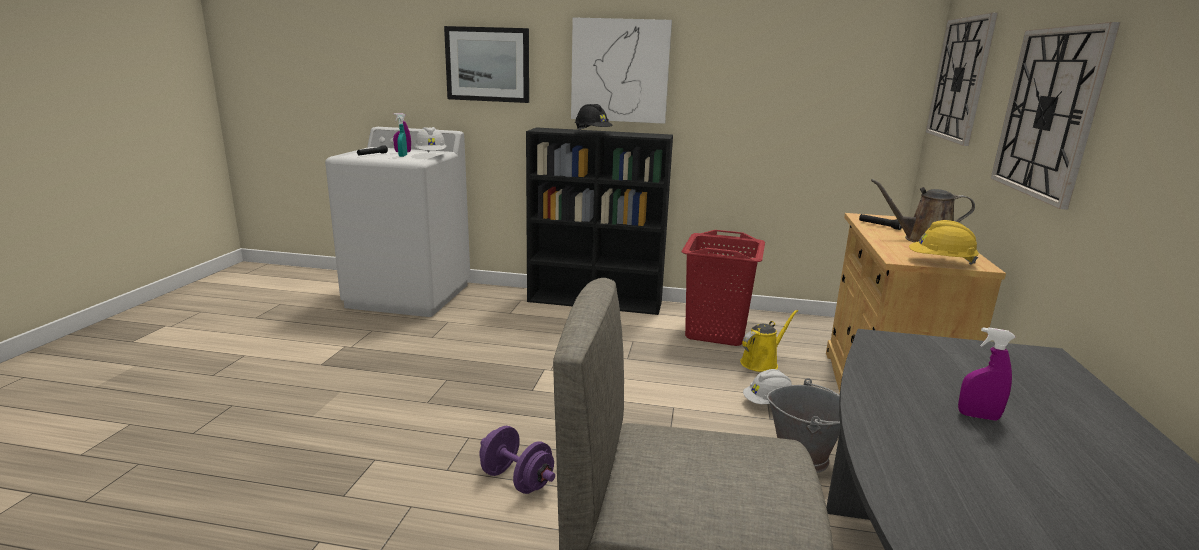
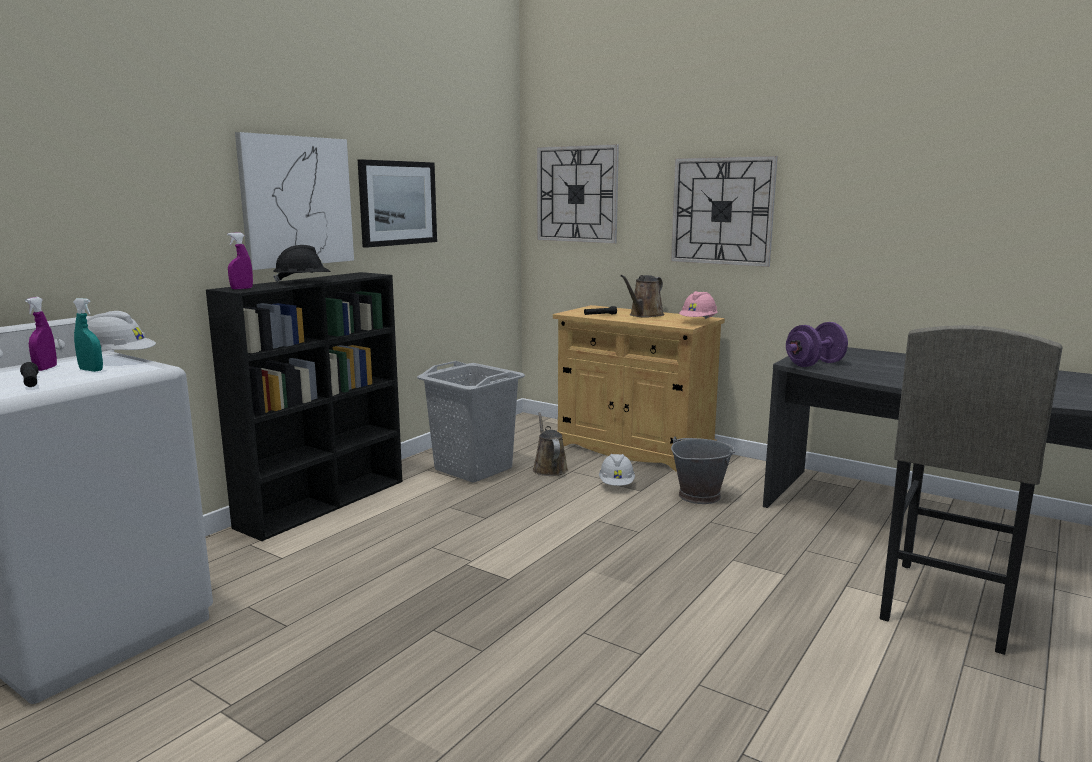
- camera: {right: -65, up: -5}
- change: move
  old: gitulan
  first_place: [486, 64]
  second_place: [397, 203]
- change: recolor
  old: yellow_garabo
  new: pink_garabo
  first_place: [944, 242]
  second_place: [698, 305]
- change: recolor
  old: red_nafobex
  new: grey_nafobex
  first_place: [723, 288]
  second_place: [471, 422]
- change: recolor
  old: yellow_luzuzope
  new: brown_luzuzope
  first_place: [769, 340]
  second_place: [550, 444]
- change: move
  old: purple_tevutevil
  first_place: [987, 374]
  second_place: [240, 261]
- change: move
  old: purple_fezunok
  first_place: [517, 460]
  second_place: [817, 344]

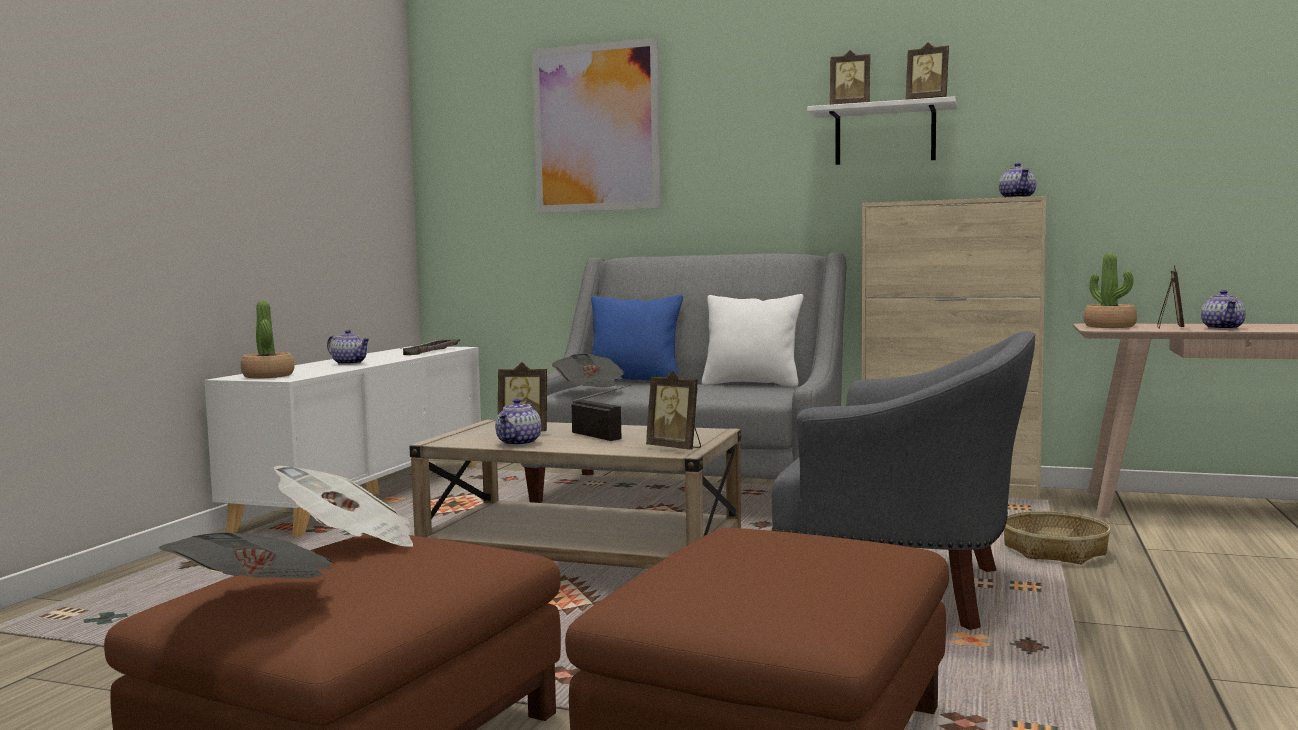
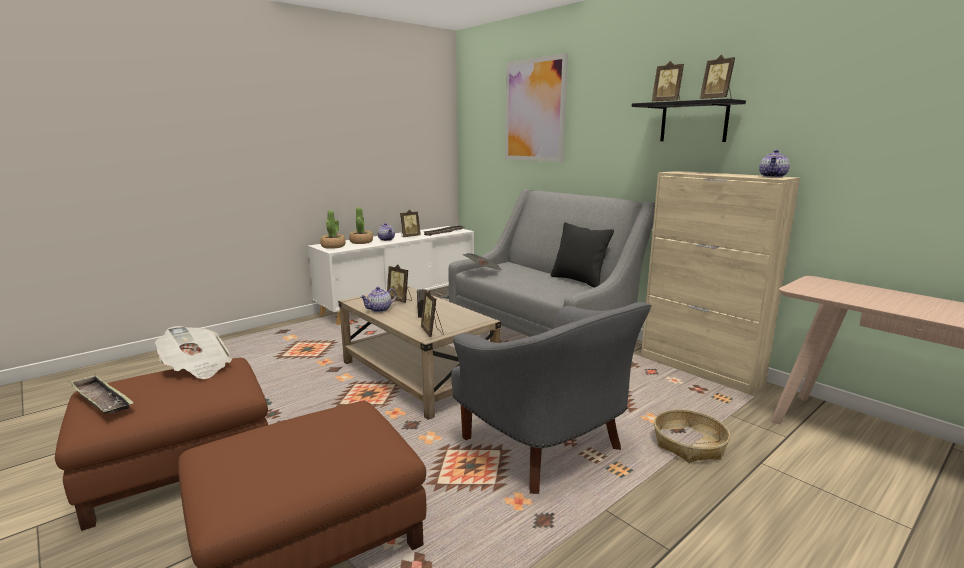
- camera: {right: 30, up: 10}
- change: recolor
  old: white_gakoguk
  new: black_gakoguk
  first_place: [882, 130]
  second_place: [689, 120]
- change: move
  old: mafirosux
  first_place: [1110, 290]
  second_place: [361, 225]
- change: move
  old: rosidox
  first_place: [1171, 297]
  second_place: [410, 223]
- change: delete
  old: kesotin
  first_place: [1223, 310]
- change: recolor
  old: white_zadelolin
  new: black_zadelolin
  first_place: [753, 340]
  second_place: [582, 255]
- change: delete
  old: blue_zadelolin
  first_place: [637, 337]
- change: replace
  old: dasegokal
  new: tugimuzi
  first_place: [246, 555]
  second_place: [101, 394]

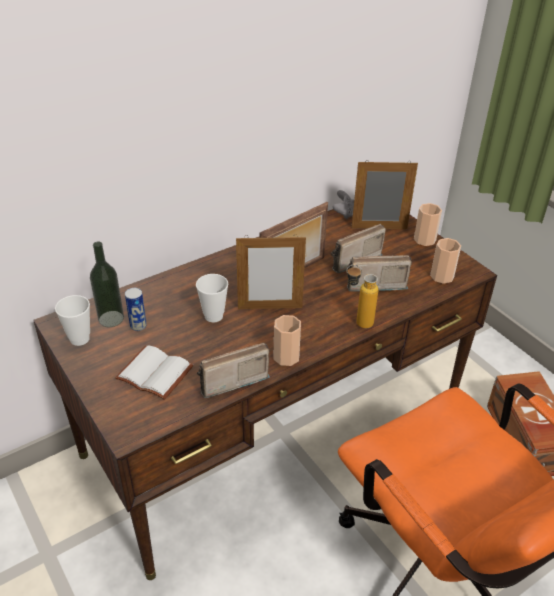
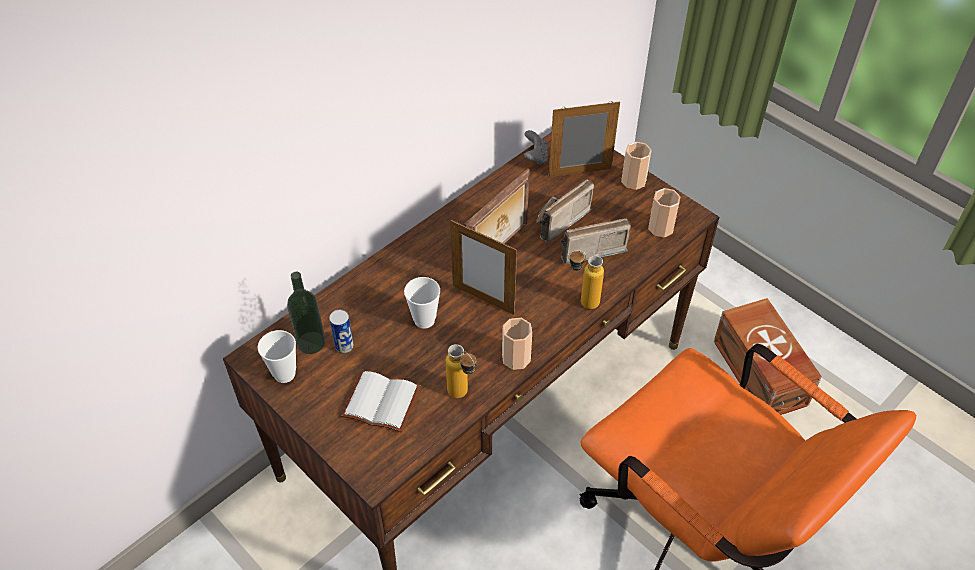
- camera: {right: -10, up: 10}
- change: rotate
  old: rosidox
  first_place: [271, 271]
  second_place: [483, 267]
  degrees: 45
- change: replace
  old: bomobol
  new: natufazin
  first_place: [233, 370]
  second_place: [461, 371]

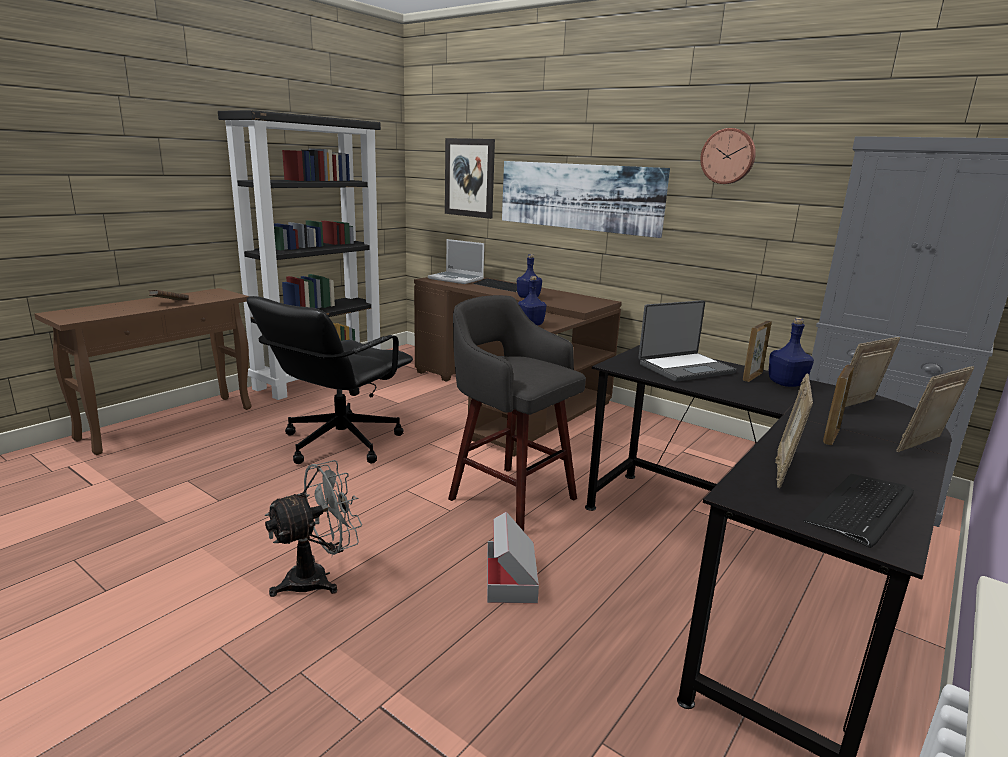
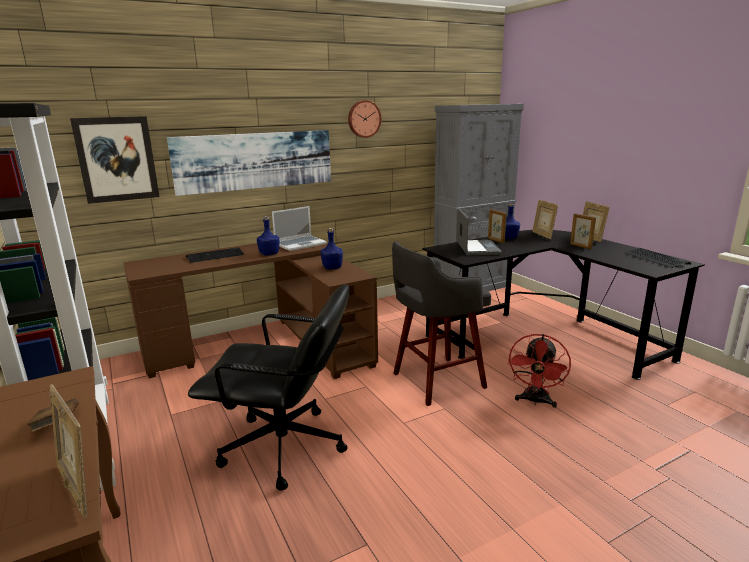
- camera: {right: -65, up: 0}
- change: move
  old: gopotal
  first_place: [456, 261]
  second_place: [299, 228]
- change: rotate
  old: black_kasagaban
  first_place: [330, 380]
  second_place: [268, 387]
  degrees: -45
- change: move
  old: rosidox
  first_place: [794, 430]
  second_place: [68, 451]
- change: delete
  old: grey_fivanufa
  first_place: [313, 528]
- change: replace
  old: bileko
  new: red_fivanufa
  first_place: [513, 557]
  second_place: [539, 371]

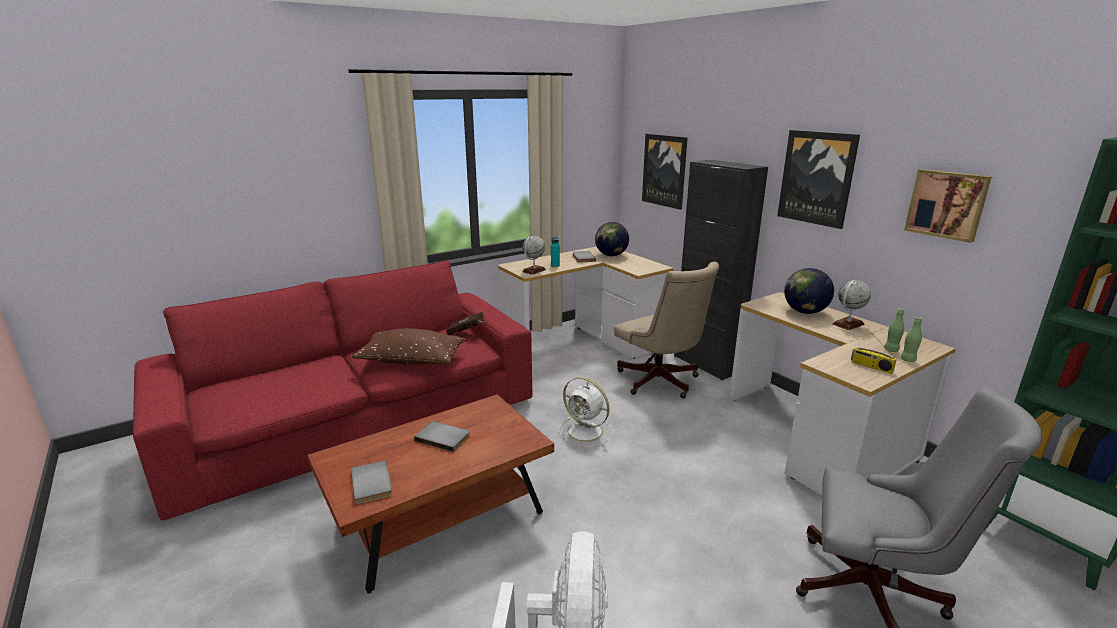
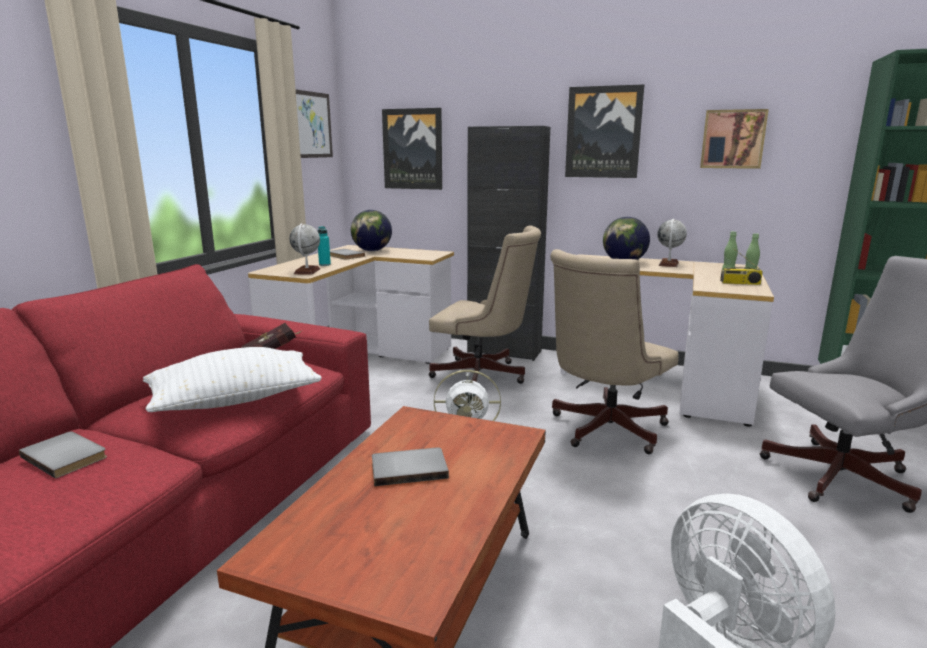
- camera: {right: -35, up: -5}
- change: recolor
  old: brown_zadelolin
  new: white_zadelolin
  first_place: [408, 346]
  second_place: [232, 379]
- change: move
  old: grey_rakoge
  first_place: [372, 482]
  second_place: [63, 455]
- change: insert
  new: gitulan
  second_place: [314, 123]
- change: insert
  new: beige_kasagaban
  second_place: [614, 351]

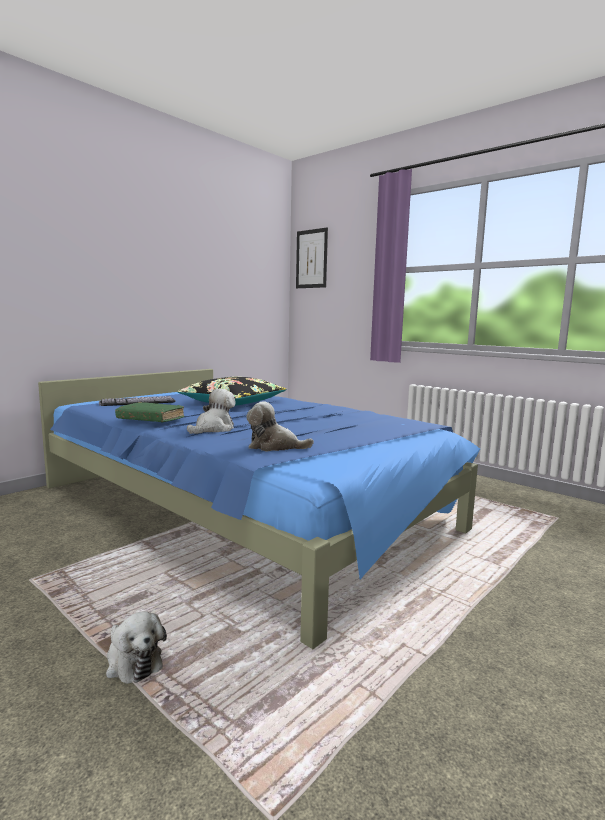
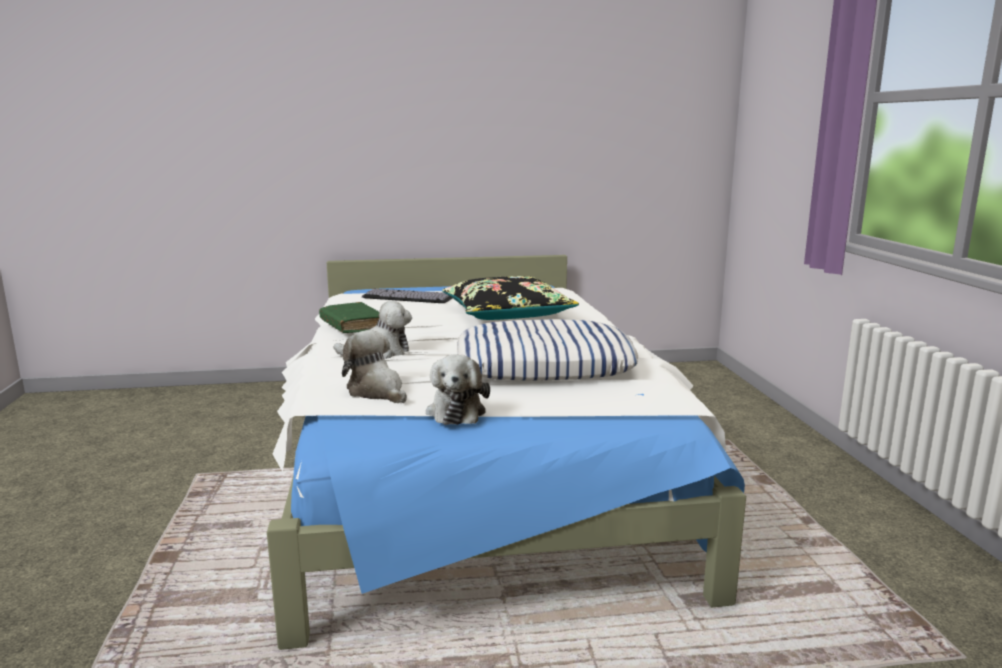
- camera: {right: 40, up: 5}
- change: delete
  old: gitulan
  first_place: [312, 257]
- change: recolor
  old: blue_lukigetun
  new: white_lukigetun
  first_place: [259, 509]
  second_place: [506, 452]
- change: move
  old: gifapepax
  first_place: [136, 647]
  second_place: [458, 390]
- change: insert
  new: zadelolin
  second_place: [547, 350]

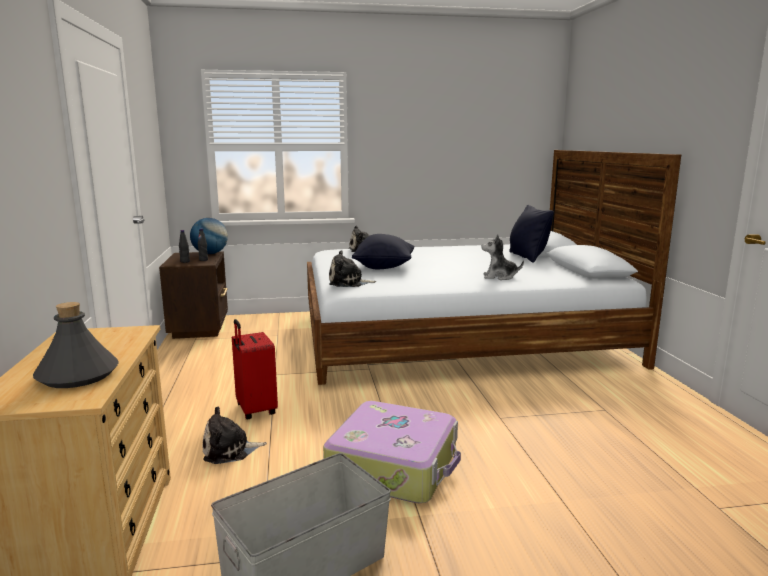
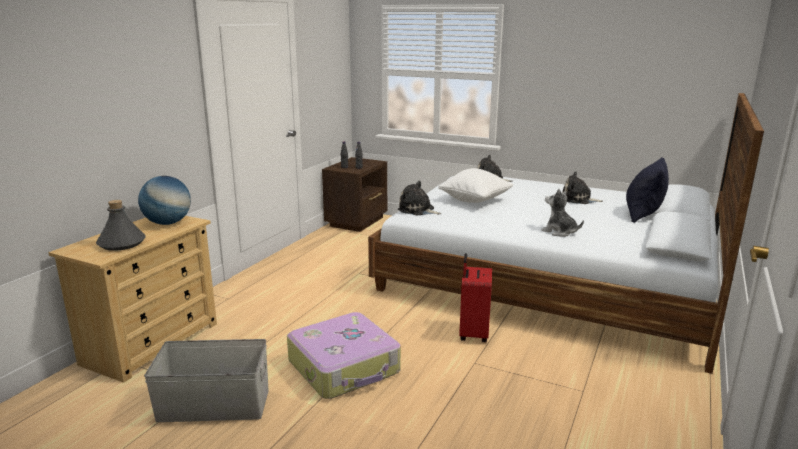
- camera: {right: 35, up: 5}
- change: move
  old: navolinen
  first_place: [209, 236]
  second_place: [164, 200]
- change: recolor
  old: black_zadelolin
  new: white_zadelolin
  first_place: [383, 251]
  second_place: [475, 185]
- change: move
  old: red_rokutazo
  first_place: [255, 369]
  second_place: [475, 297]
- change: move
  old: gifapepax
  first_place: [235, 435]
  second_place: [582, 188]

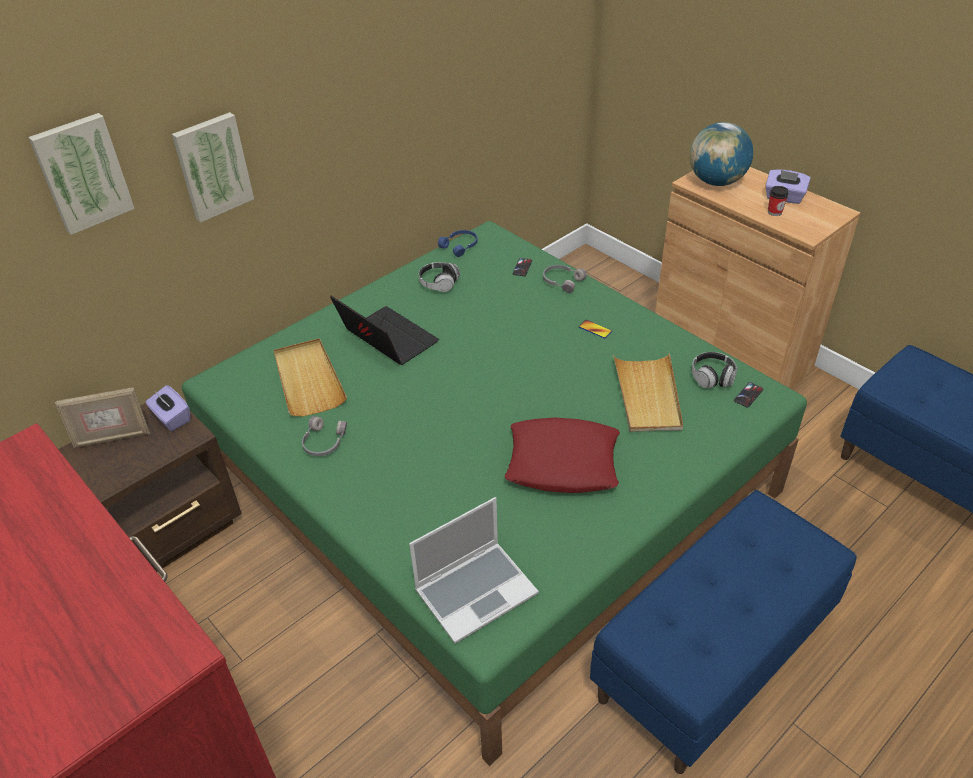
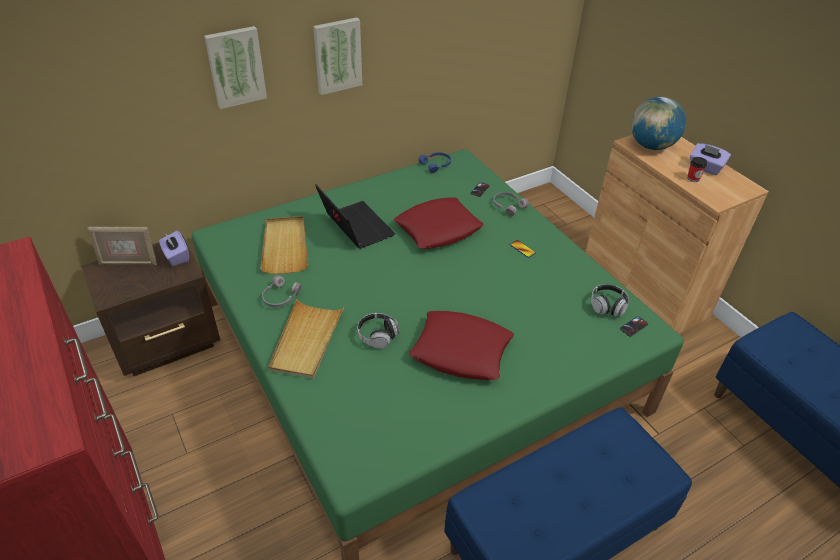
- camera: {right: 10, up: 0}
- change: move
  old: gitulan
  first_place: [81, 174]
  second_place: [337, 56]
- change: move
  old: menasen
  first_place: [439, 277]
  second_place: [379, 331]
- change: move
  old: beige_tugimuzi
  first_place: [648, 392]
  second_place: [306, 338]
- change: delete
  old: gopotal
  first_place: [474, 570]
- change: insert
  new: red_zadelolin
  second_place: [438, 223]

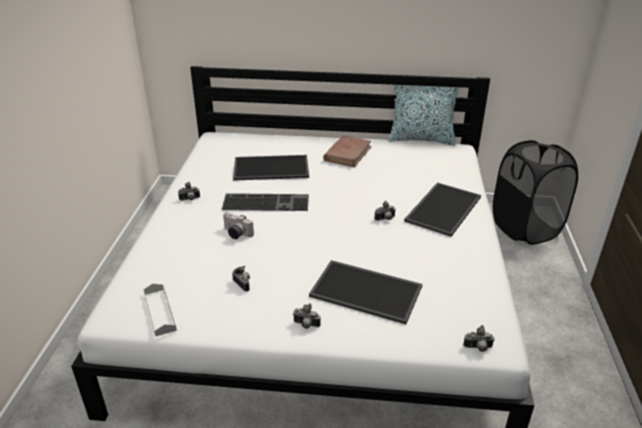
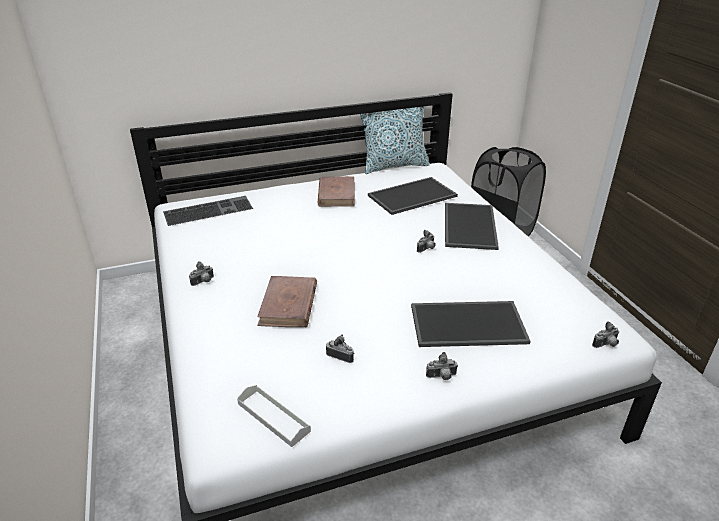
- camera: {right: -25, up: 0}
- change: move
  old: tugimuzi
  first_place: [271, 168]
  second_place: [413, 196]
- change: move
  old: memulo
  first_place: [265, 202]
  second_place: [208, 211]
- change: replace
  old: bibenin
  new: brown_rakoge
  first_place: [238, 226]
  second_place: [287, 301]

